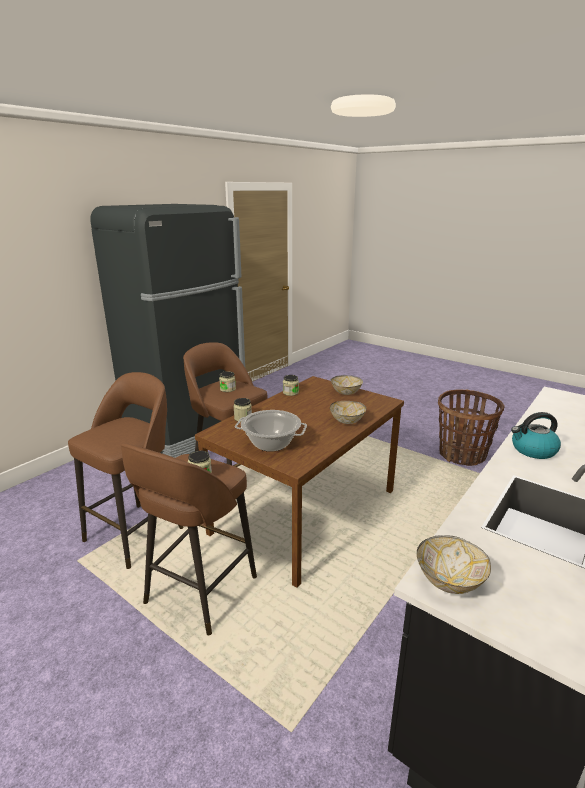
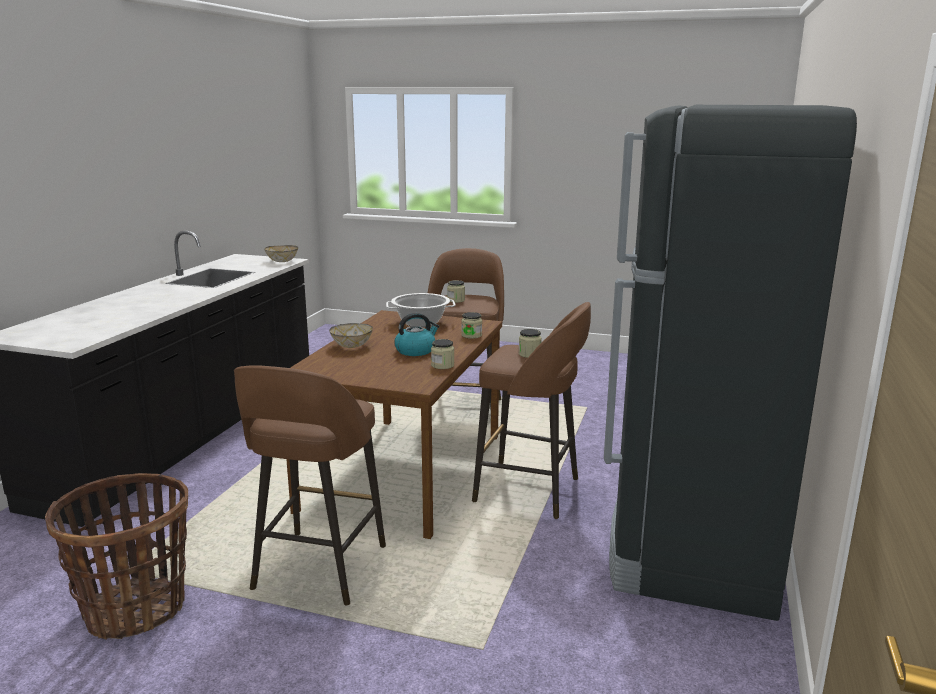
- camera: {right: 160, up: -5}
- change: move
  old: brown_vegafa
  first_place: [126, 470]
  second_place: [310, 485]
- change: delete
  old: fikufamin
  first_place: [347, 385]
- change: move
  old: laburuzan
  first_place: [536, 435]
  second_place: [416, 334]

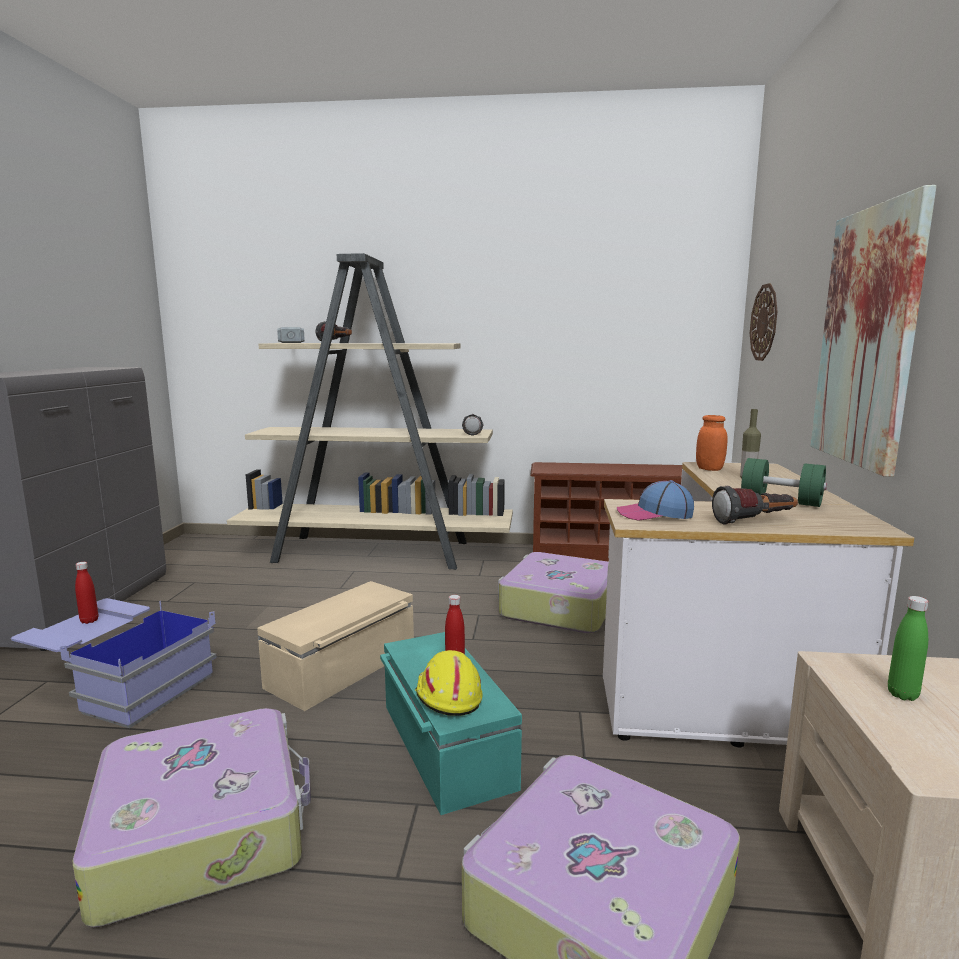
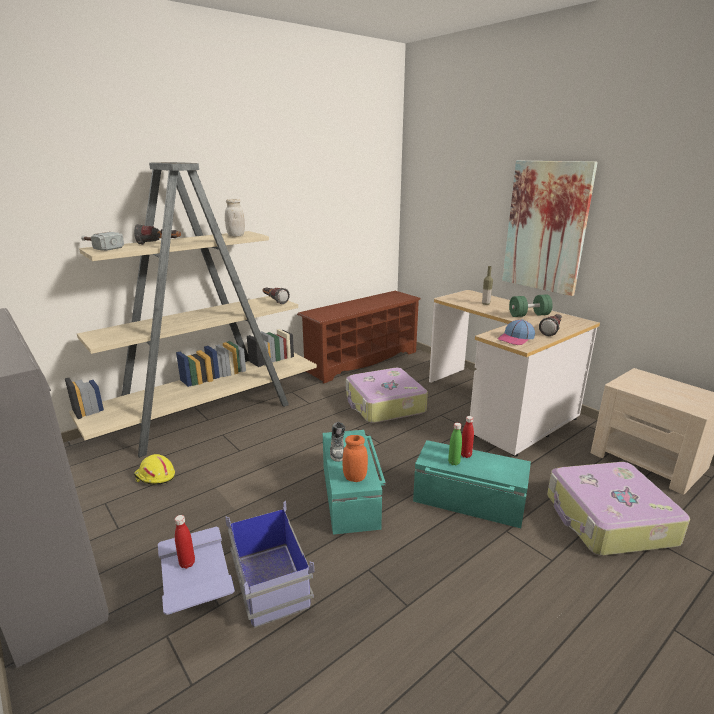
- camera: {right: -45, up: 10}
- change: delete
  old: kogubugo
  first_place: [763, 322]
- change: move
  old: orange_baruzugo
  first_place: [712, 443]
  second_place: [355, 458]
- change: recolor
  old: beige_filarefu
  new: turquoise_filarefu
  first_place: [335, 646]
  second_place: [354, 482]
- change: move
  old: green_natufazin
  first_place: [908, 648]
  second_place: [455, 444]
- change: move
  old: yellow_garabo
  first_place: [449, 683]
  second_place: [154, 469]
- change: delete
  old: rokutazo
  first_place: [192, 817]
- change: insert
  new: white_baruzugo
  second_place: [235, 218]
- change: insert
  new: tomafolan
  second_place: [338, 442]

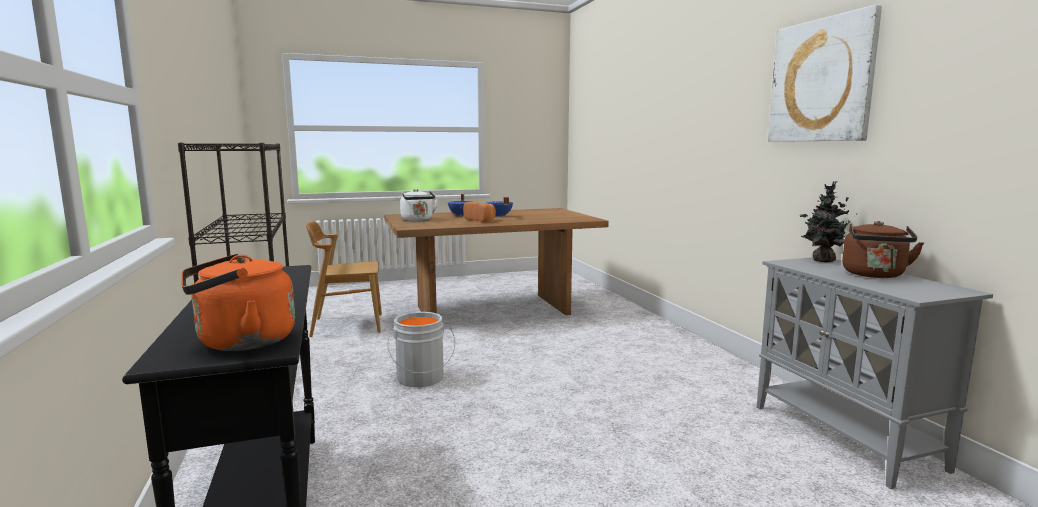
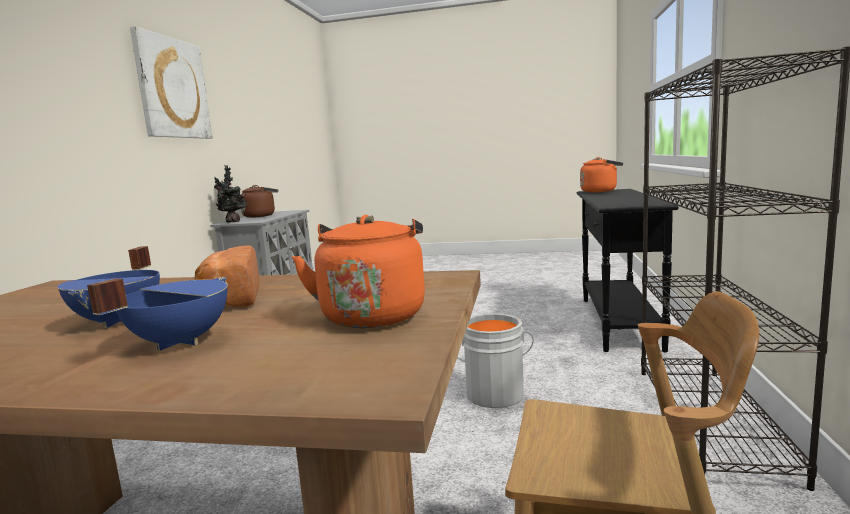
- camera: {right: -150, up: 0}
- change: recolor
  old: white_laburuzan
  new: orange_laburuzan
  first_place: [419, 205]
  second_place: [358, 271]

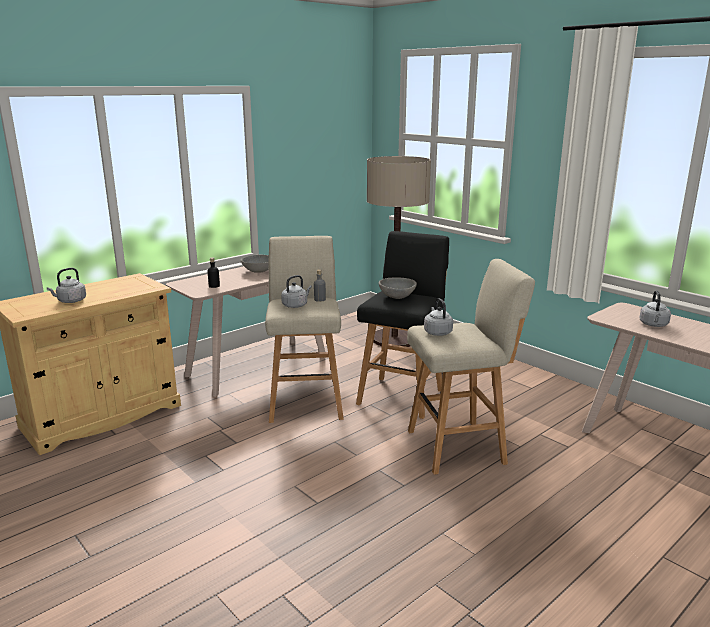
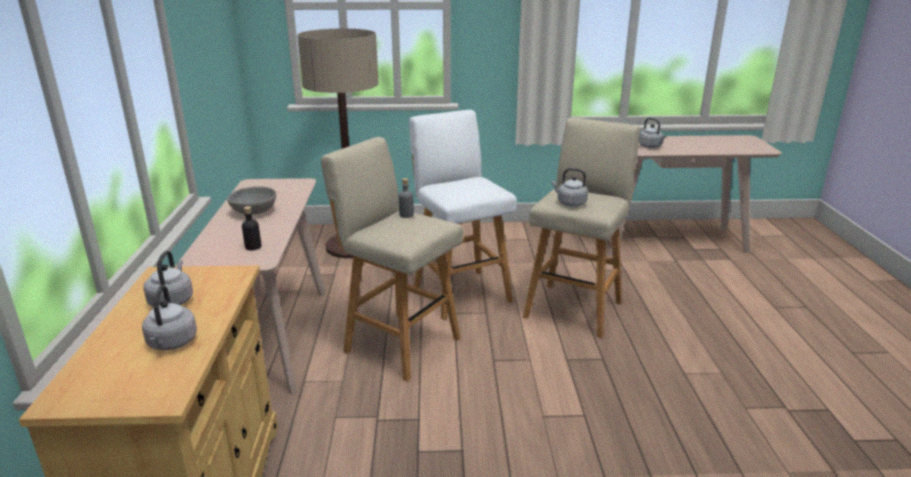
- camera: {right: -50, up: 5}
- change: recolor
  old: black_vegafa
  new: white_vegafa
  first_place: [402, 325]
  second_place: [463, 215]
- change: move
  old: grey_laburuzan
  first_place: [296, 291]
  second_place: [168, 279]
- change: delete
  old: grey_fikufamin
  first_place: [398, 288]

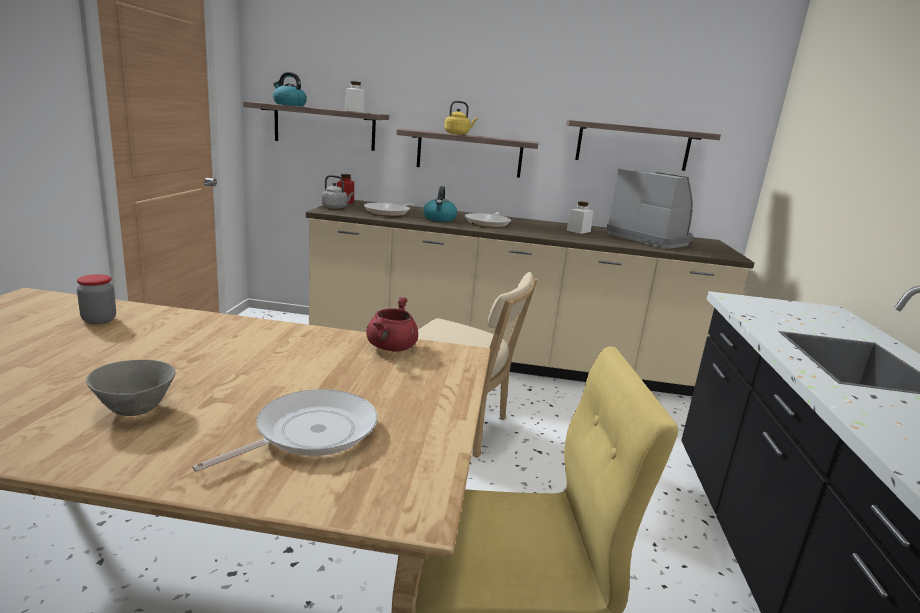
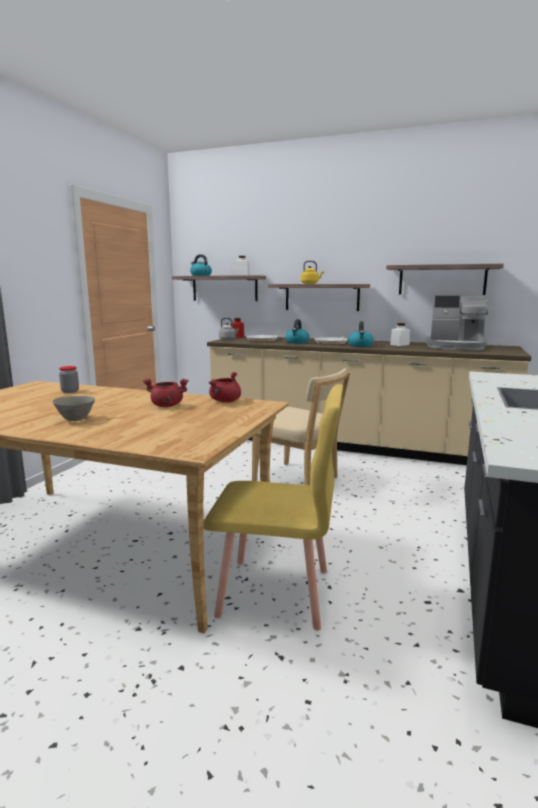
- camera: {right: 15, up: -5}
- change: rotate
  old: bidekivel
  first_place: [649, 209]
  second_place: [457, 323]
  degrees: 135
- change: delete
  old: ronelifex
  first_place: [284, 430]
- change: insert
  new: laburuzan
  second_place: [361, 334]
- change: insert
  new: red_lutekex
  second_place: [166, 393]

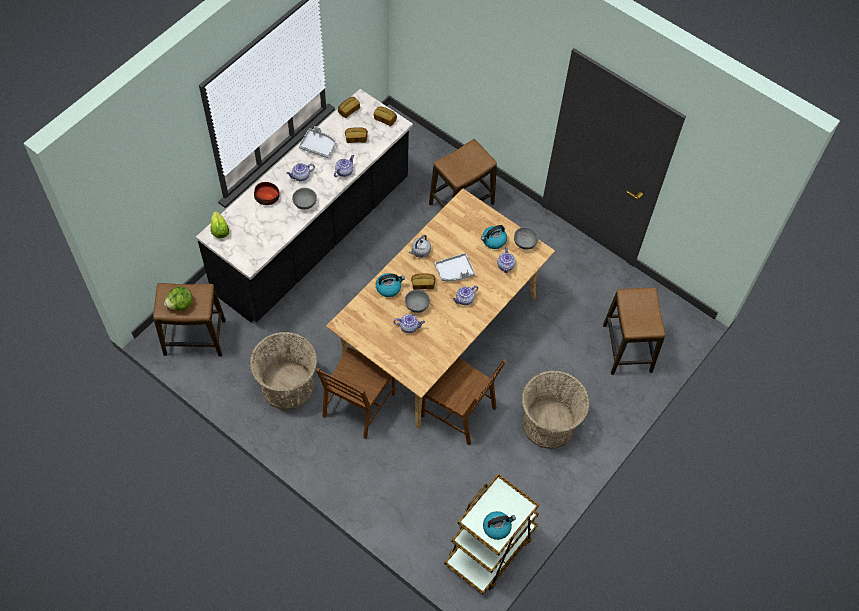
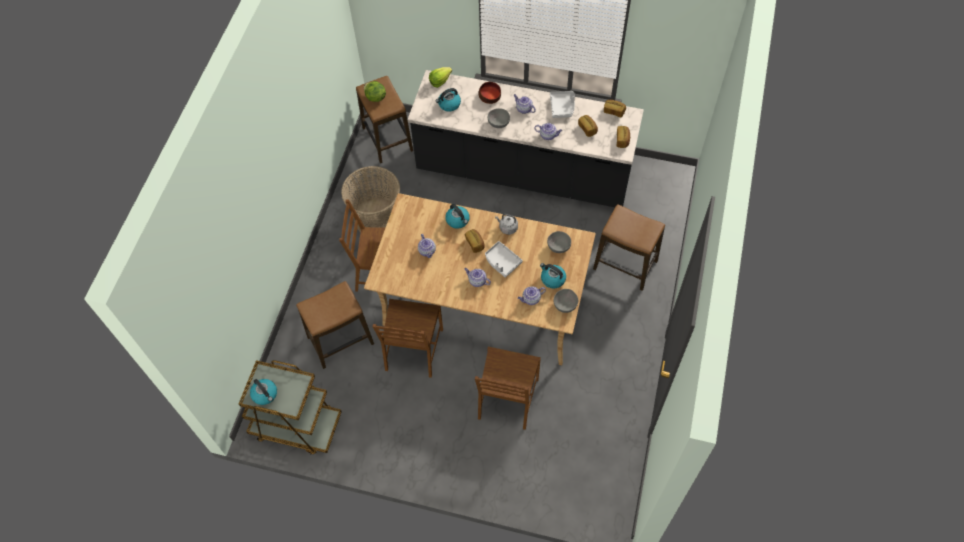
- camera: {right: 70, up: 0}
- change: move
  old: vegafa
  first_place: [634, 331]
  second_place: [335, 325]
- change: move
  old: grey_fikufamin
  first_place: [417, 301]
  second_place: [559, 242]
- change: delete
  old: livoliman
  first_place: [556, 410]
- change: insert
  new: laburuzan
  second_place: [448, 100]
- change: insert
  new: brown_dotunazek
  second_place: [508, 388]

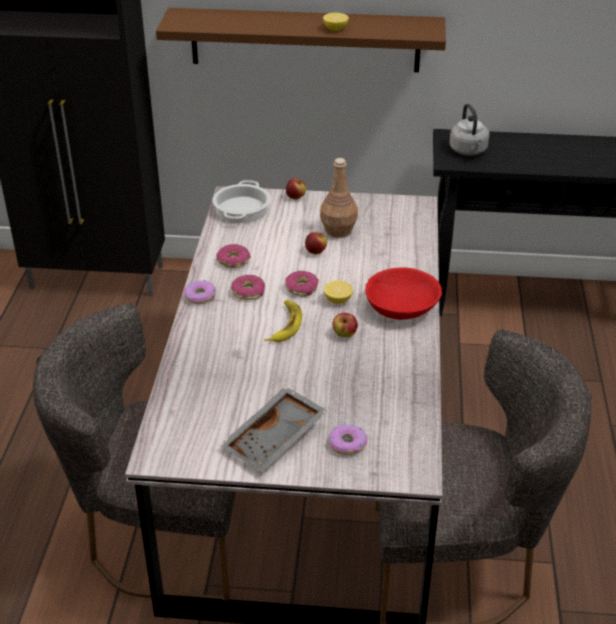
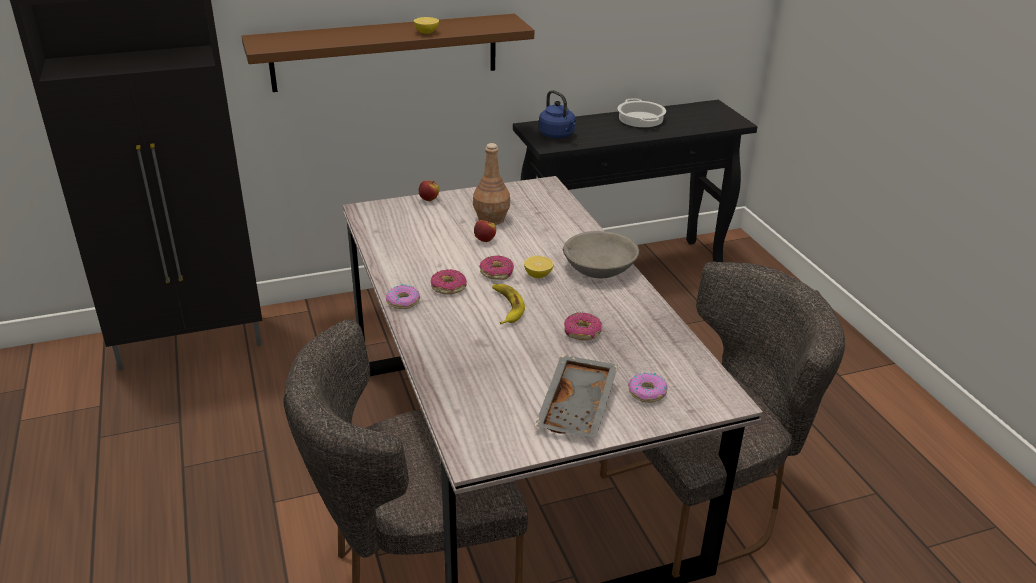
- camera: {right: -25, up: -5}
- change: recolor
  old: grey_laburuzan
  new: blue_laburuzan
  first_place: [469, 129]
  second_place: [557, 114]
- change: move
  old: lutekex
  first_place: [242, 201]
  second_place: [642, 112]
- change: move
  old: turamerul
  first_place: [233, 256]
  second_place: [583, 327]
- change: recolor
  old: red_fikufamin
  new: grey_fikufamin
  first_place: [403, 293]
  second_place: [601, 254]
- change: delete
  old: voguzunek
  first_place: [345, 325]

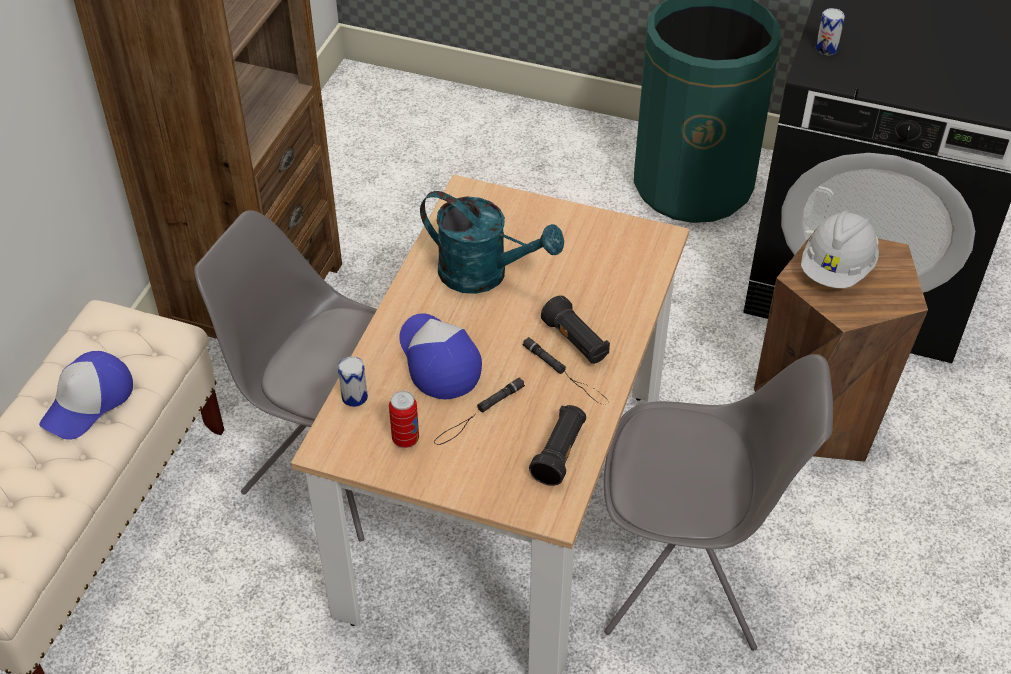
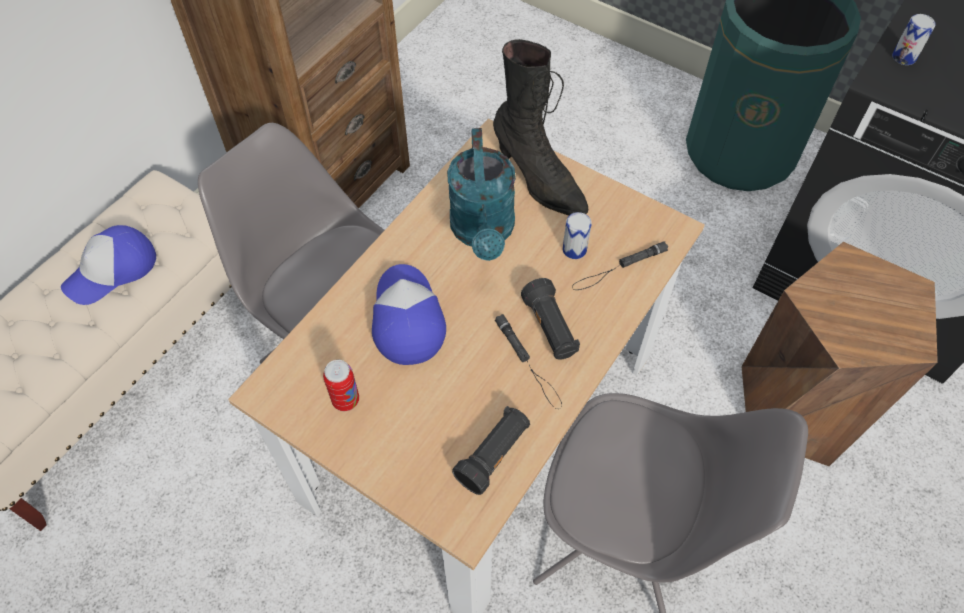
- camera: {right: 15, up: 10}
- change: rotate
  old: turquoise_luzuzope
  first_place: [492, 242]
  second_place: [481, 194]
  degrees: 45
- change: delete
  old: white_garabo
  first_place: [840, 249]
- change: move
  old: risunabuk
  first_place: [353, 381]
  second_place: [577, 235]
- change: move
  old: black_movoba
  first_place: [479, 411]
  second_place: [620, 265]
- change: insert
  new: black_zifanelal
  second_place: [540, 127]

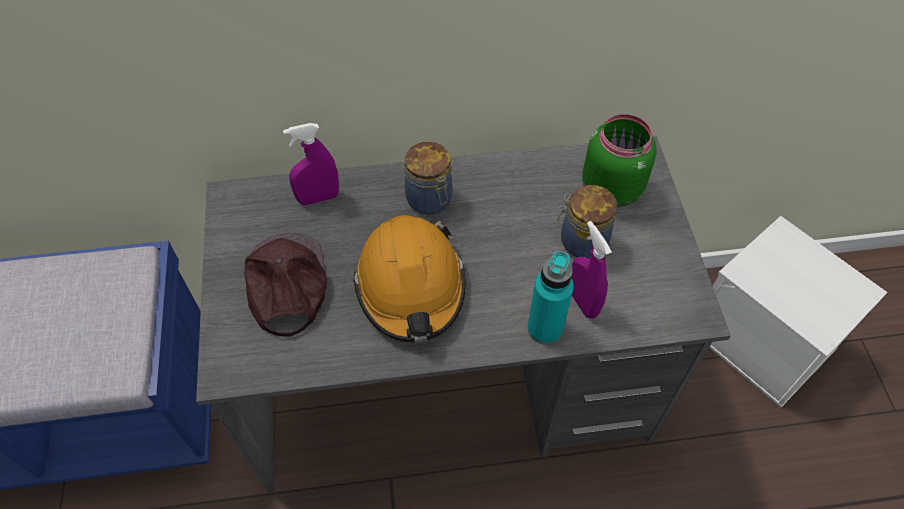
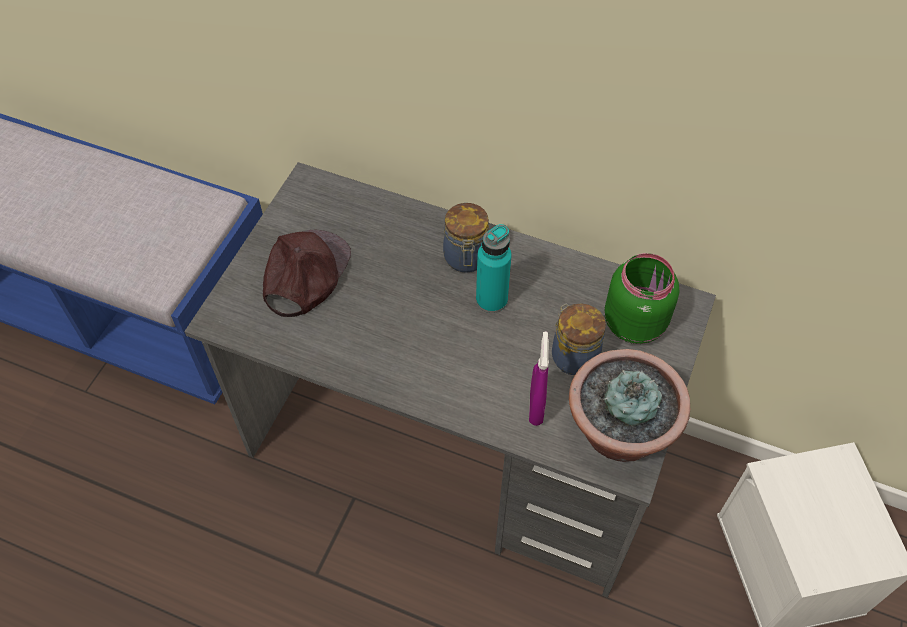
- camera: {right: 30, up: 0}
- change: delete
  old: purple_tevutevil
  first_place: [311, 164]
- change: delete
  old: orange_garabo
  first_place: [409, 278]
- change: move
  old: turquoise_natufazin
  first_place: [550, 298]
  second_place: [494, 268]
- change: insert
  new: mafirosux
  second_place: [629, 405]

